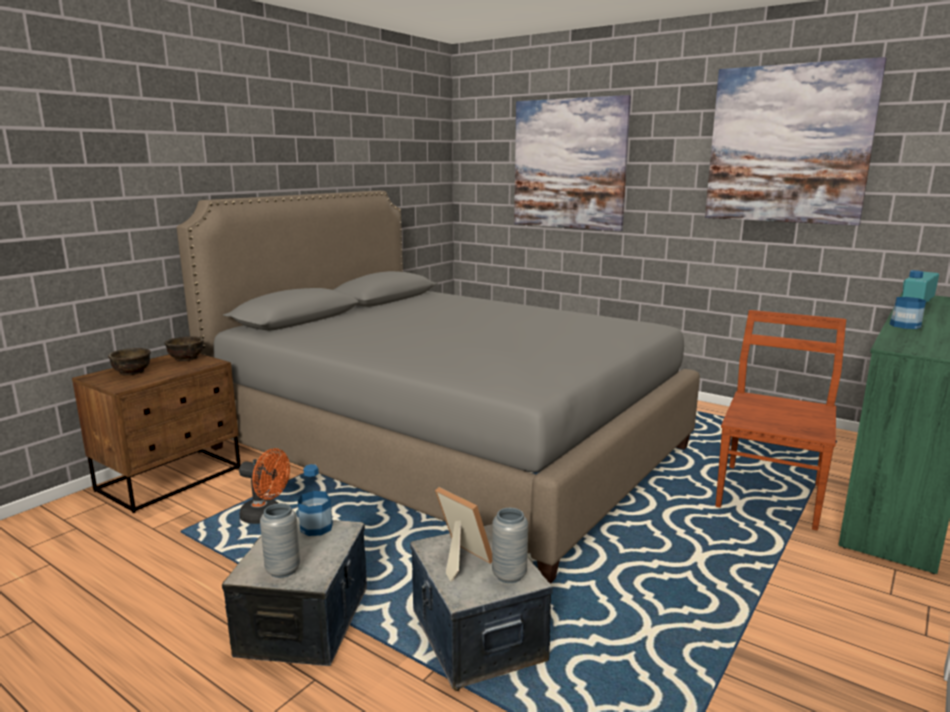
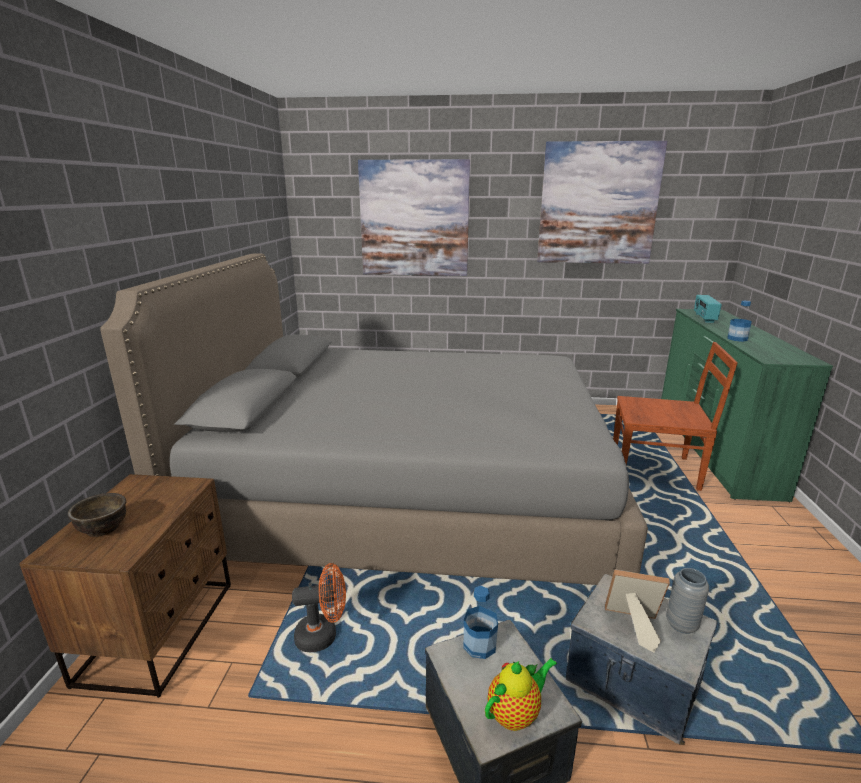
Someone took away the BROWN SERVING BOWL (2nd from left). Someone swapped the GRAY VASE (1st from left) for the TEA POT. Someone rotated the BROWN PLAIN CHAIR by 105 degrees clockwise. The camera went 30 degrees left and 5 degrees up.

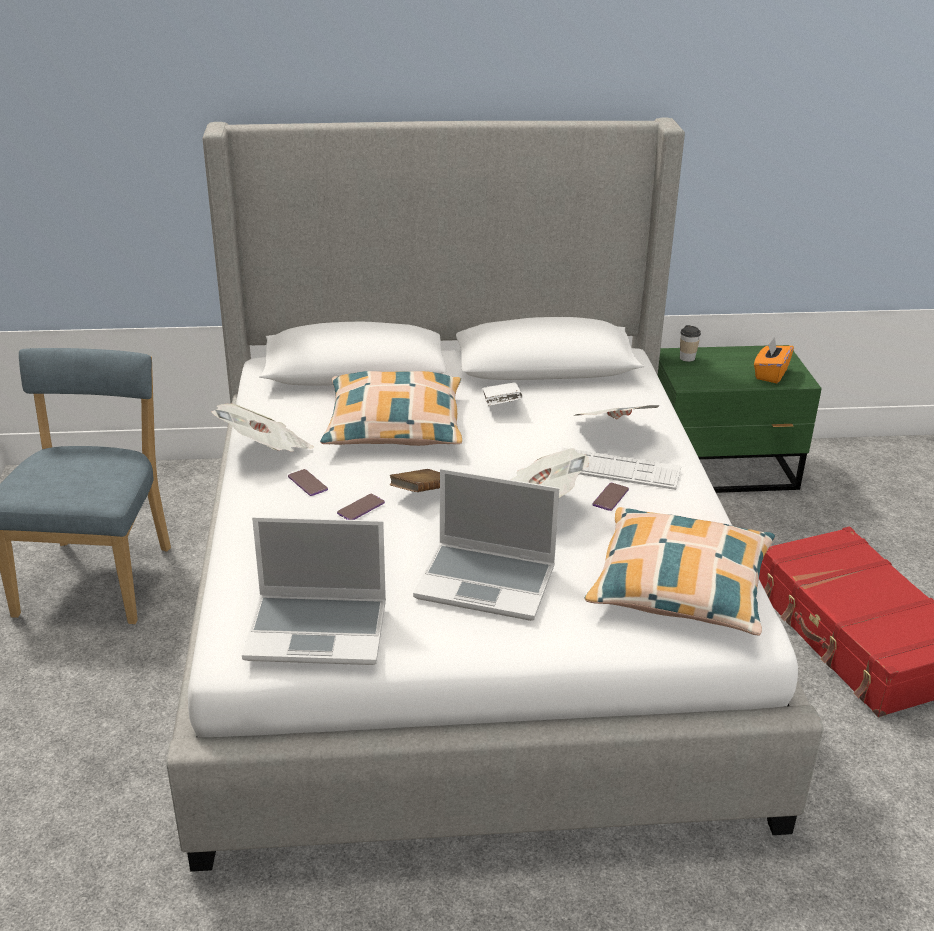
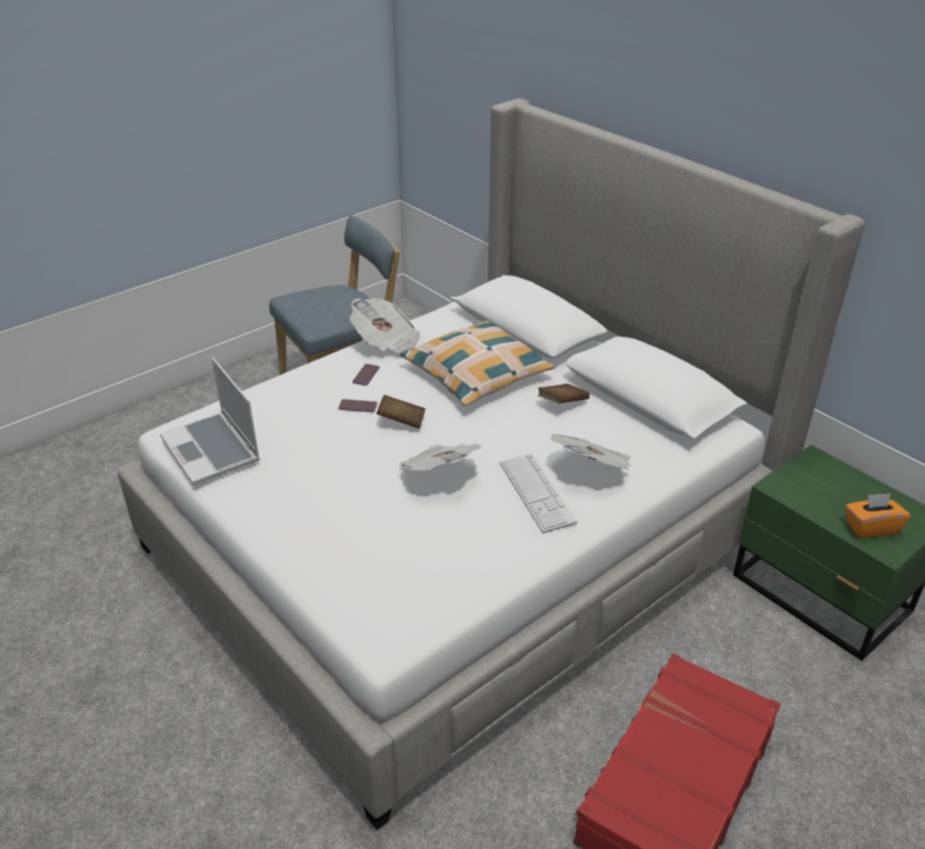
Someone took away the LAPTOP (2nd from left). Someone took away the CUSHION (2nd from left). Someone took away the HANDSET (3rd from left). Someone took away the DRINKING CUP. Someone repainted the WHITE-COLOURED BOOK, which became the BROWN BOOK (2nd from left). The camera went 55 degrees right and 5 degrees up.

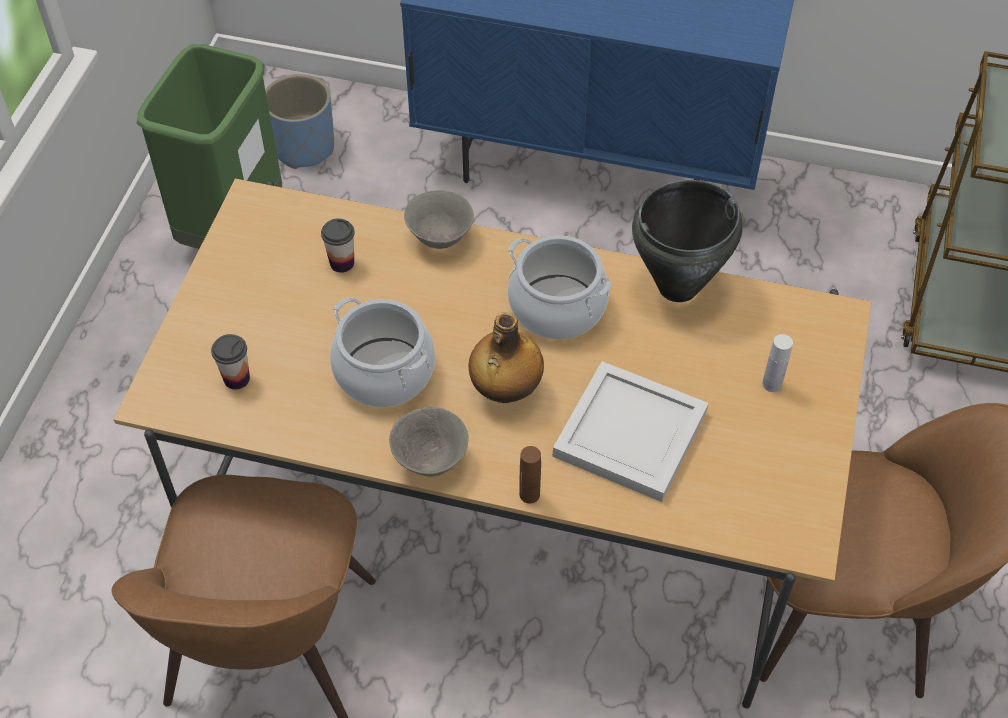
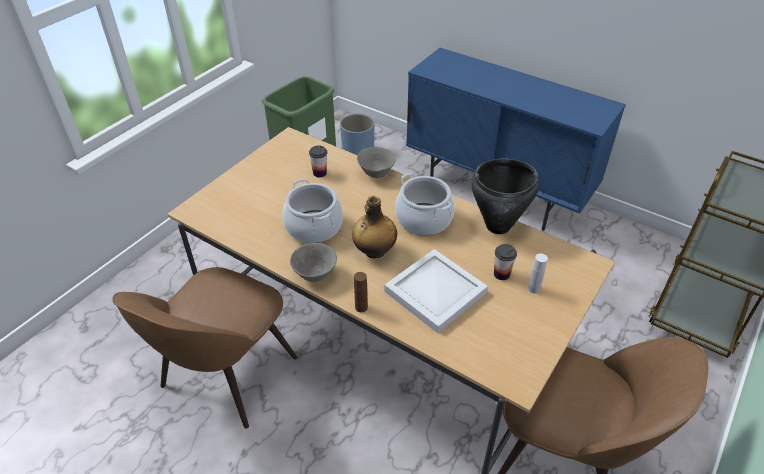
Someone carried the DRINKING CUP (1st from left in the first image). The camera went 20 degrees right and 10 degrees down.

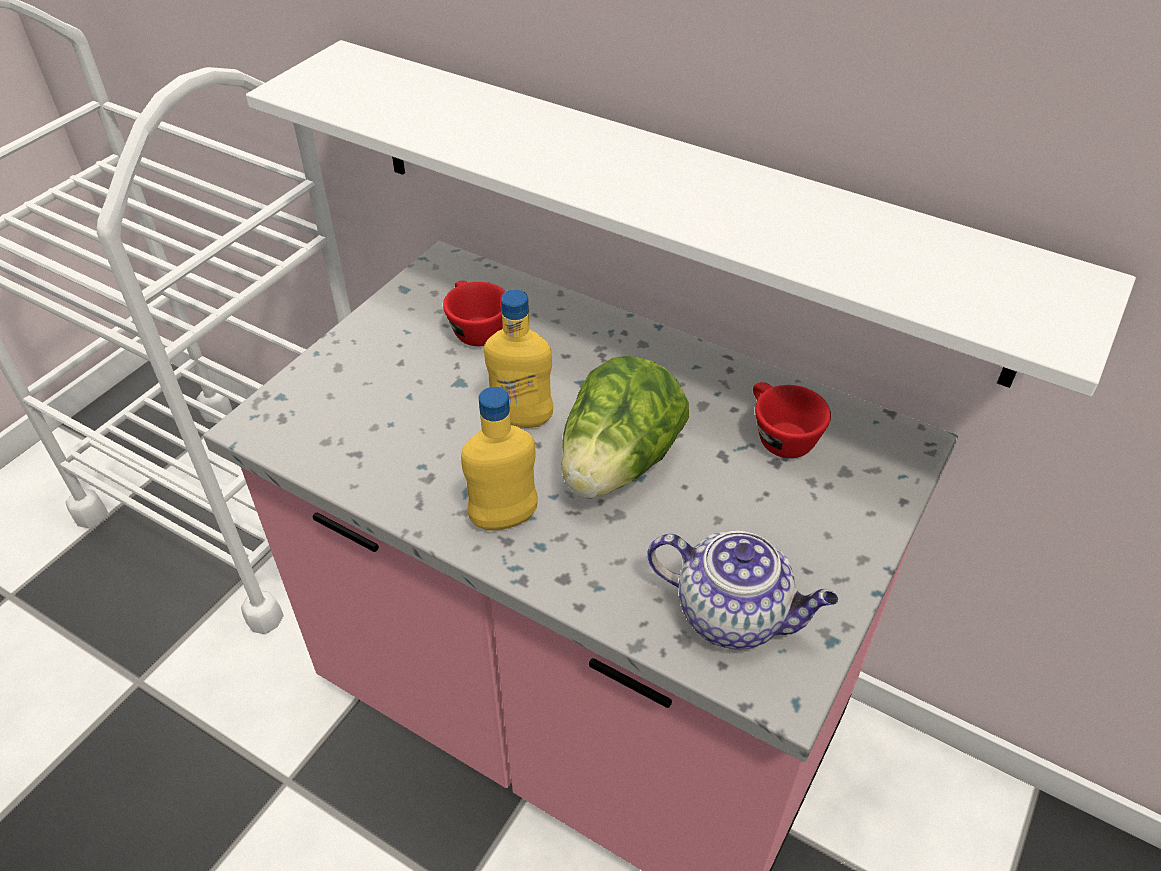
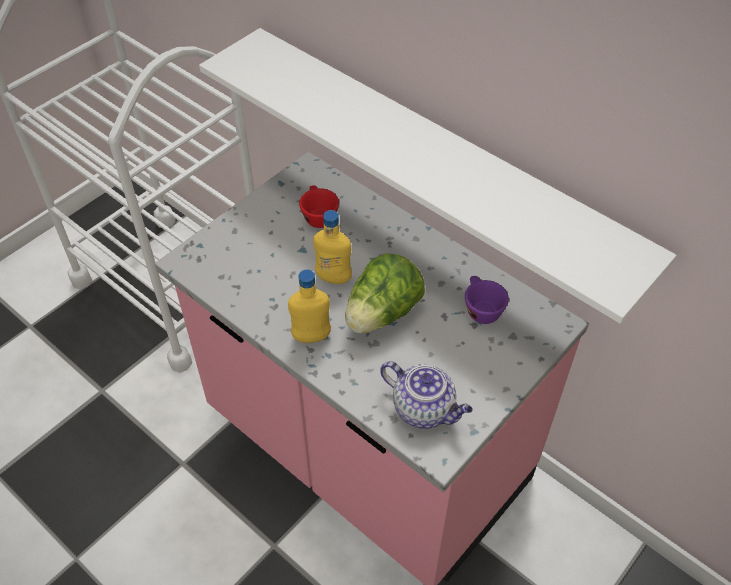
Someone repainted the RED-COLOURED DRINKING CUP (2nd from left), which became the PURPLE-COLOURED DRINKING CUP. The camera went 10 degrees right and 5 degrees up.

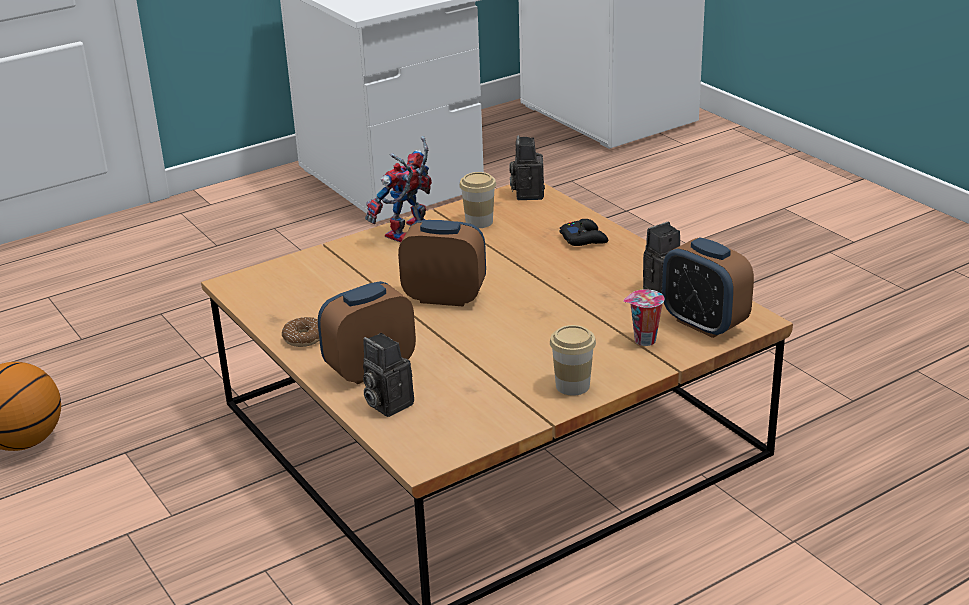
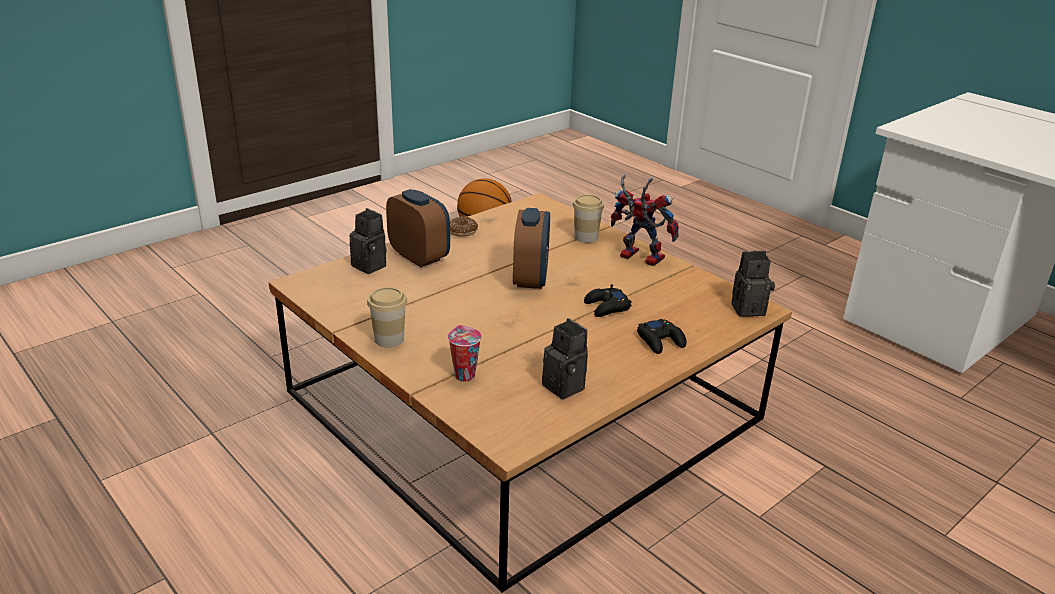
Someone took away the ALARM CLOCK (3rd from left). Someone put down the BLACK-COLOURED JOYPAD (1st from left). Someone carried the DRINKING CUP (1st from left in the first image). Someone rotated the PHOTO CAMERA (1st from left) by 90 degrees clockwise. The camera went 80 degrees right and 0 degrees up.

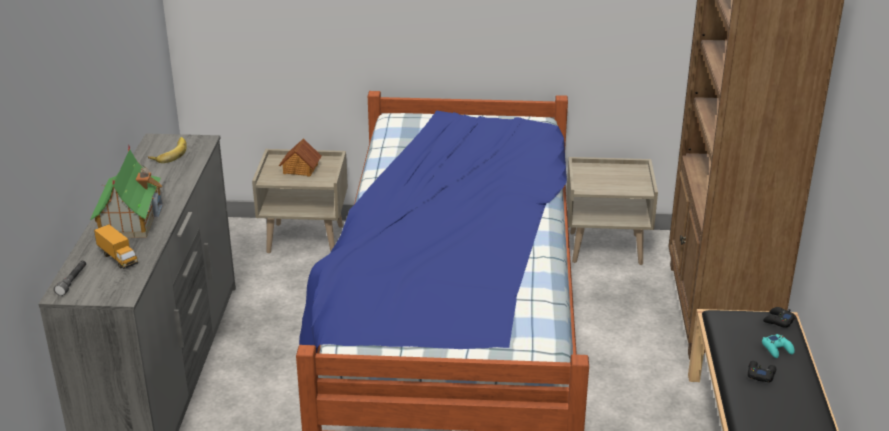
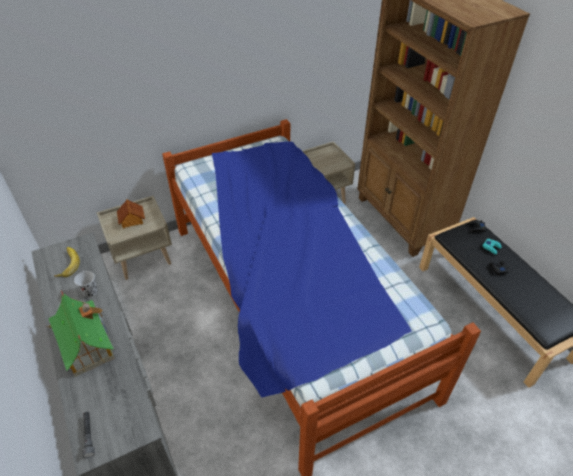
Someone took away the TOY TRUCK. Someone put down the BLACK-COLOURED DRINKING CUP. The camera went 30 degrees left and 15 degrees up.

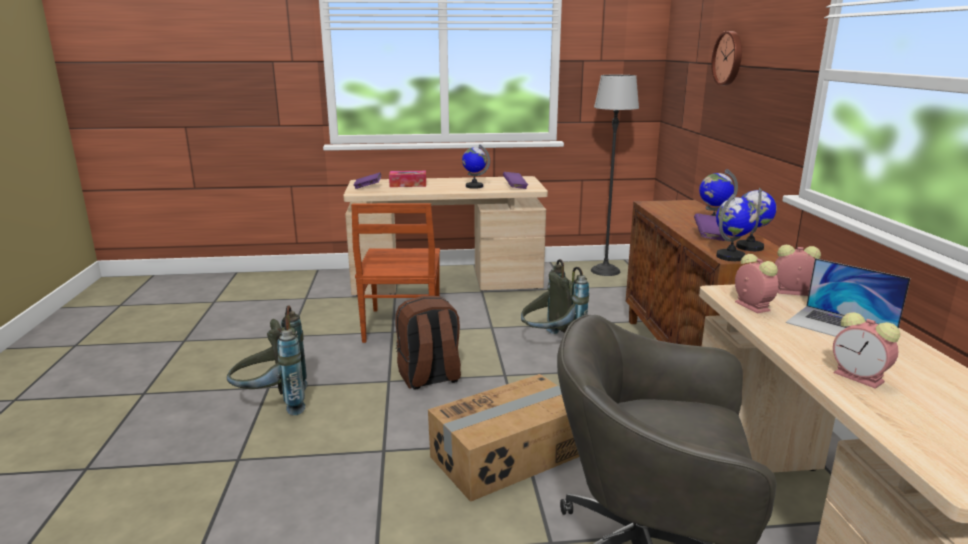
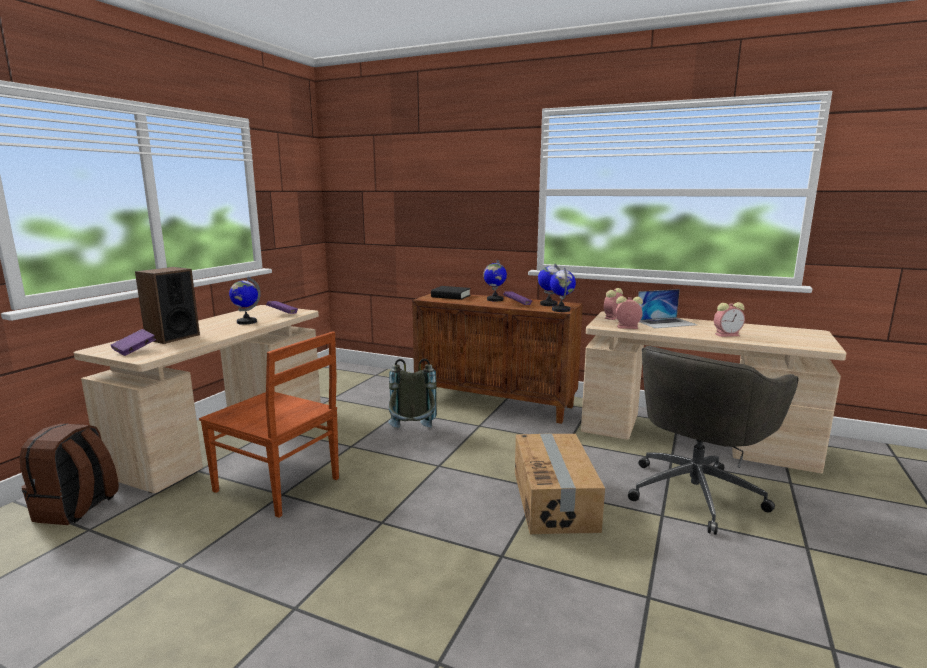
Someone took away the GRAY KNAPSACK (1st from left). Someone took away the STANDING LAMP. Someone took away the HANGING CLOCK. Someone put down the BLACK-COLOURED BOOK. Someone carried the BROWN KNAPSACK. Someone swapped the TISSUE HOLDER for the SPEAKER. The camera went 60 degrees left and 5 degrees down.

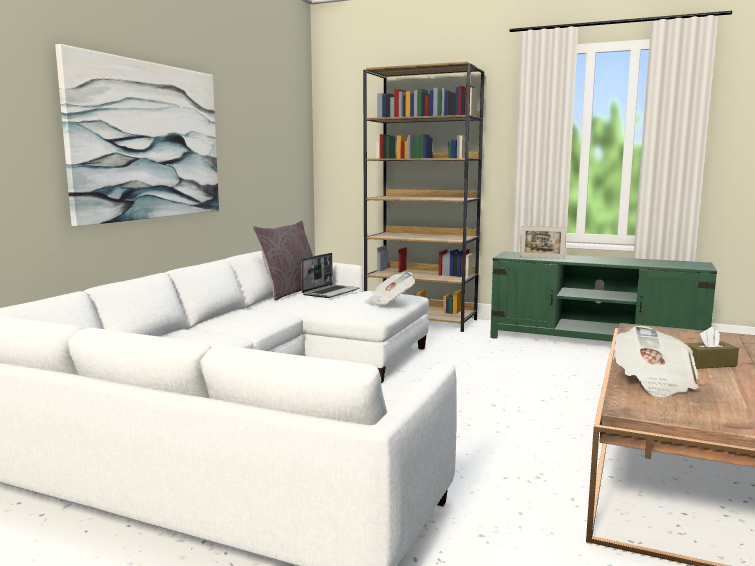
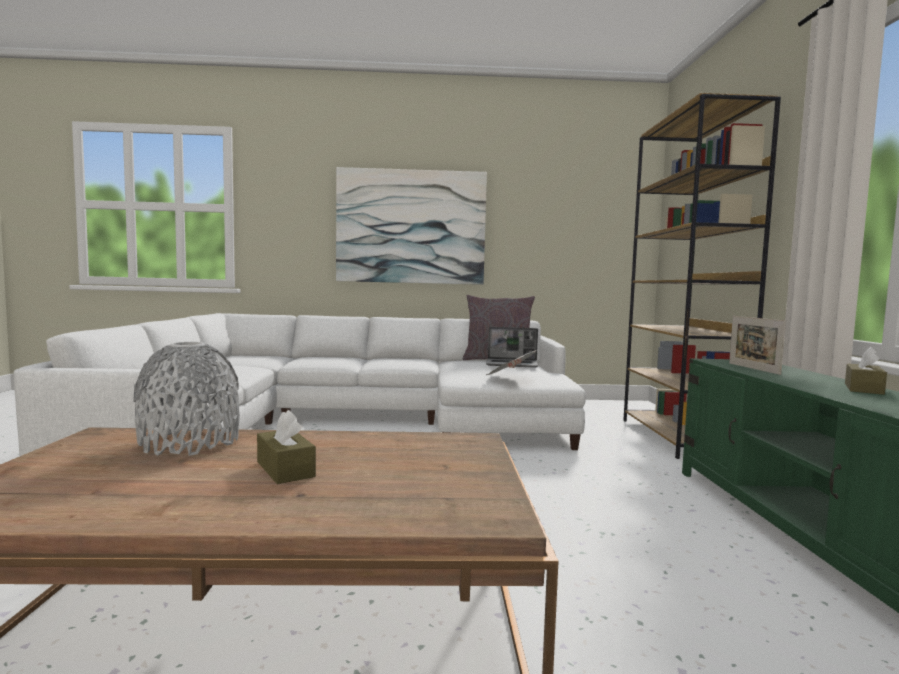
Someone put down the BROWN TISSUE HOLDER (2nd from left). Someone swapped the NEWSPAPER (2nd from left) for the GRAY VASE. The camera went 65 degrees right and 5 degrees down.

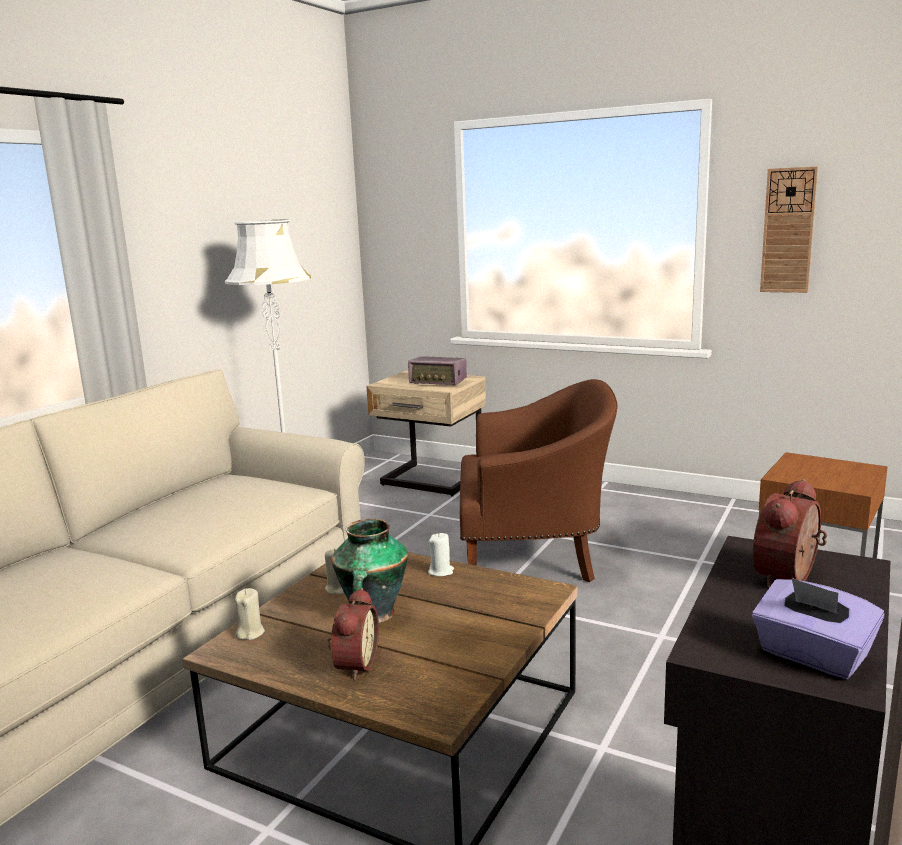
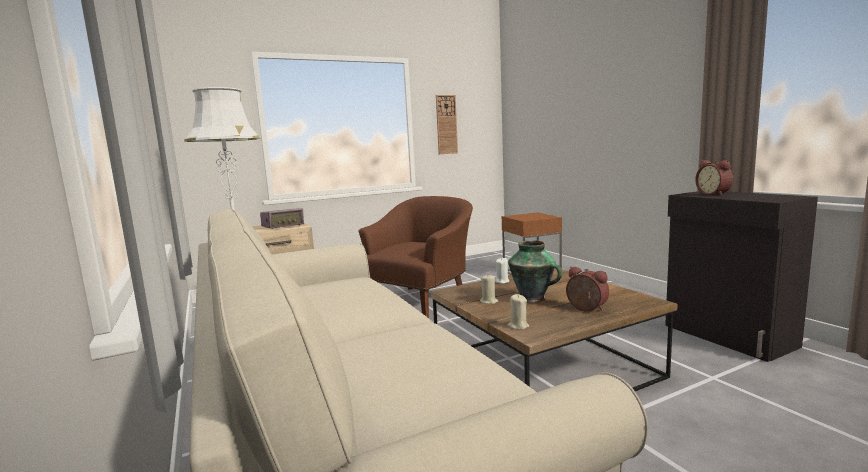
Someone took away the PURPLE-COLOURED TISSUE HOLDER. The camera went 55 degrees left and 5 degrees down.

